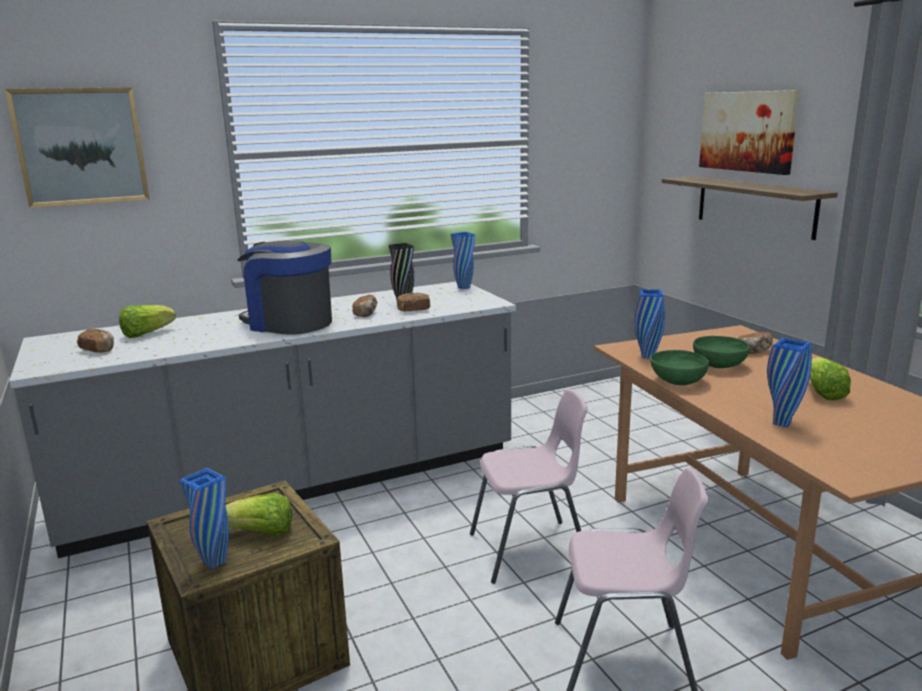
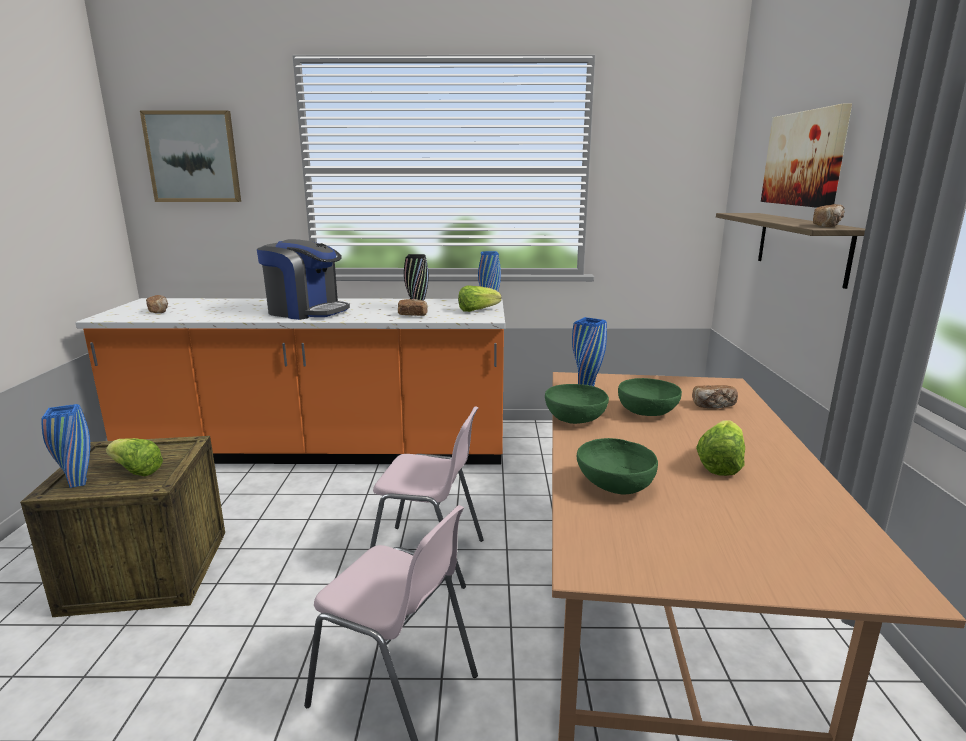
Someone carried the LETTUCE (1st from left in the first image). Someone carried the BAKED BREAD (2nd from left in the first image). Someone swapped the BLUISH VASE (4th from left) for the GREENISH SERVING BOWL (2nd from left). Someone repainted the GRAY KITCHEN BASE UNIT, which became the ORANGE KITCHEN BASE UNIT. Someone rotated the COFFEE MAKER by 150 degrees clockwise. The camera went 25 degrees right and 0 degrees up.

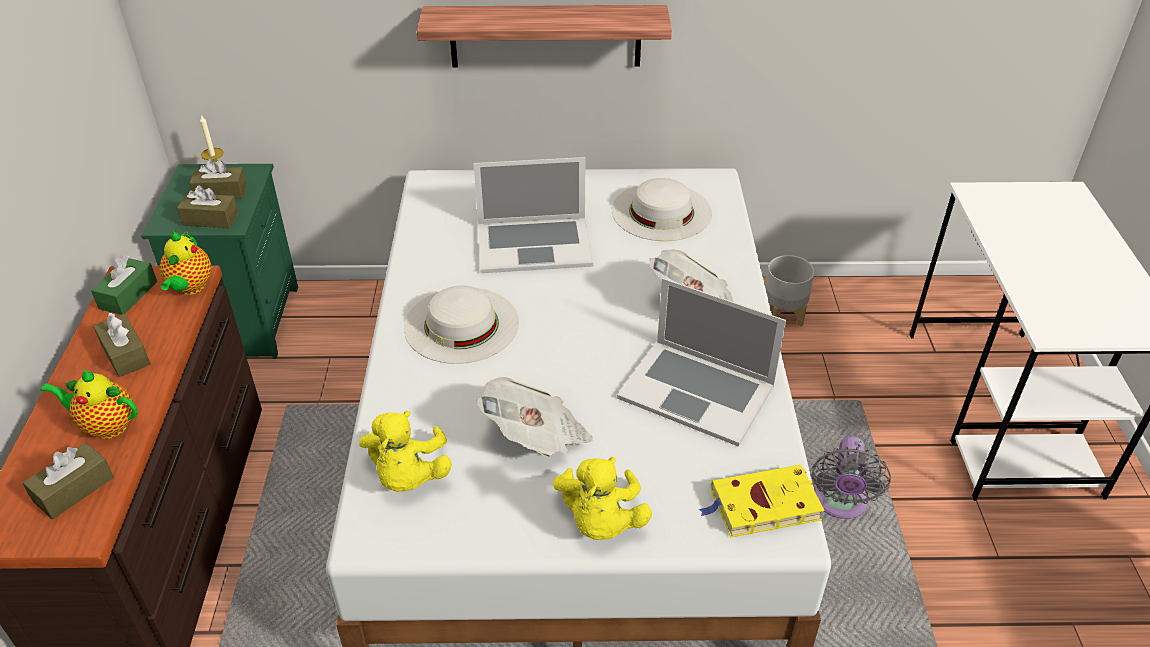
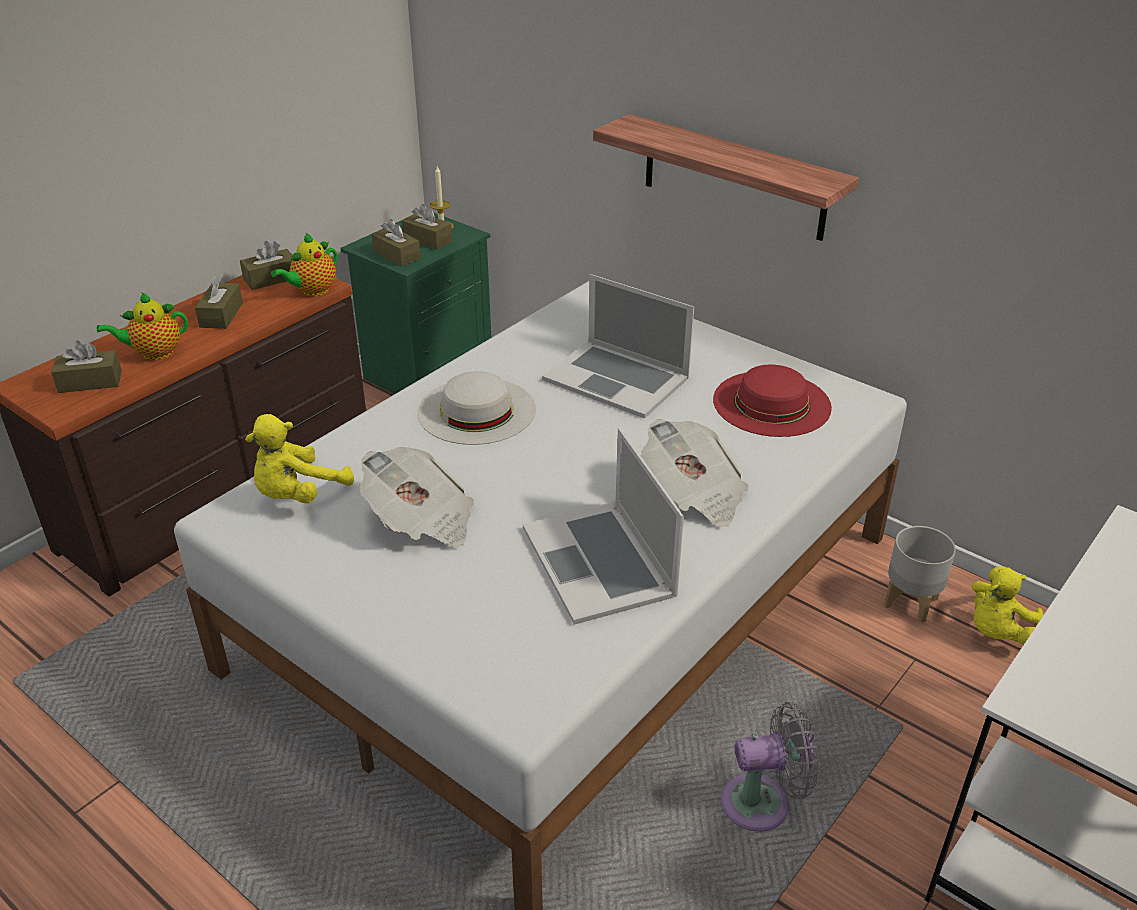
Someone took away the YELLOW-COLOURED BOOK. Someone carried the YELLOW-COLOURED SOFT TOY (2nd from left). Someone repainted the GREENISH TISSUE HOLDER, which became the BROWN TISSUE HOLDER (3rd from left). Someone repainted the WHITE-COLOURED HAT (2nd from left), which became the RED-COLOURED HAT. Someone rotated the TEA POT (1st from left) by 75 degrees counterclockwise. Someone rotated the GRAY ELECTRIC FAN by 150 degrees counterclockwise. The camera went 40 degrees right and 5 degrees down.

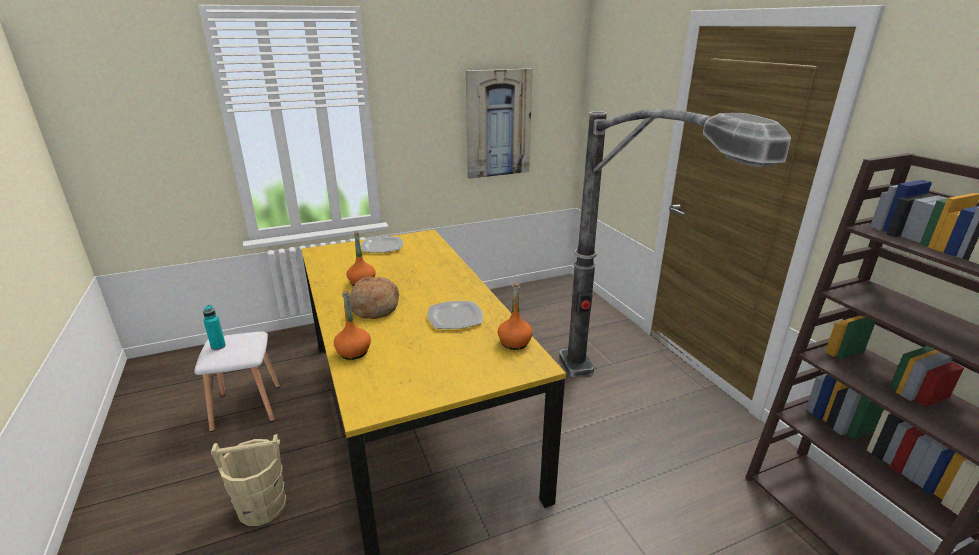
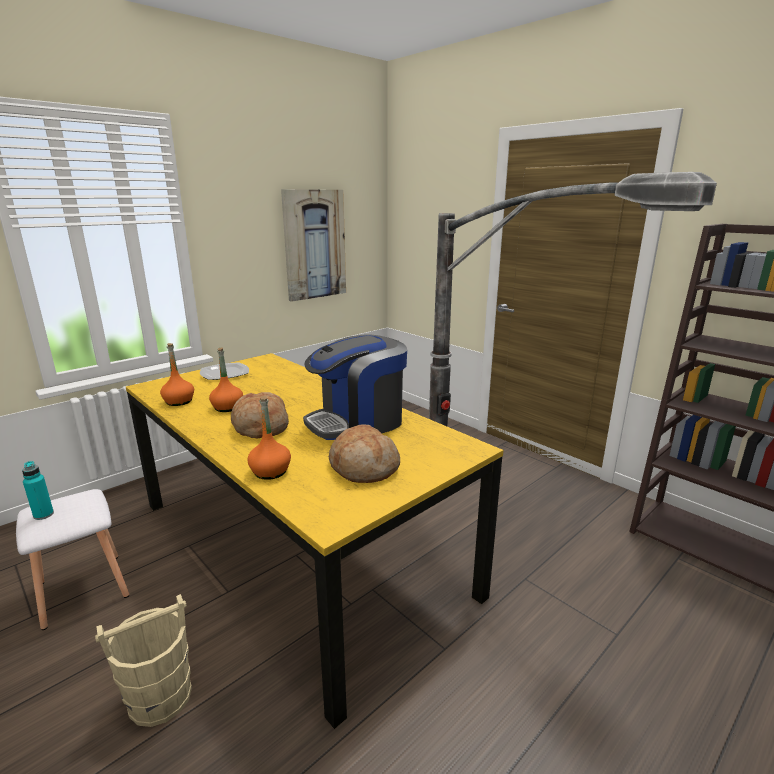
Someone put down the BAKED BREAD (2nd from left). Someone carried the ORANGE BOTTLE (3rd from left in the first image). Someone swapped the FLAT DISH (2nd from left) for the COFFEE MAKER. The camera went 20 degrees left and 5 degrees down.

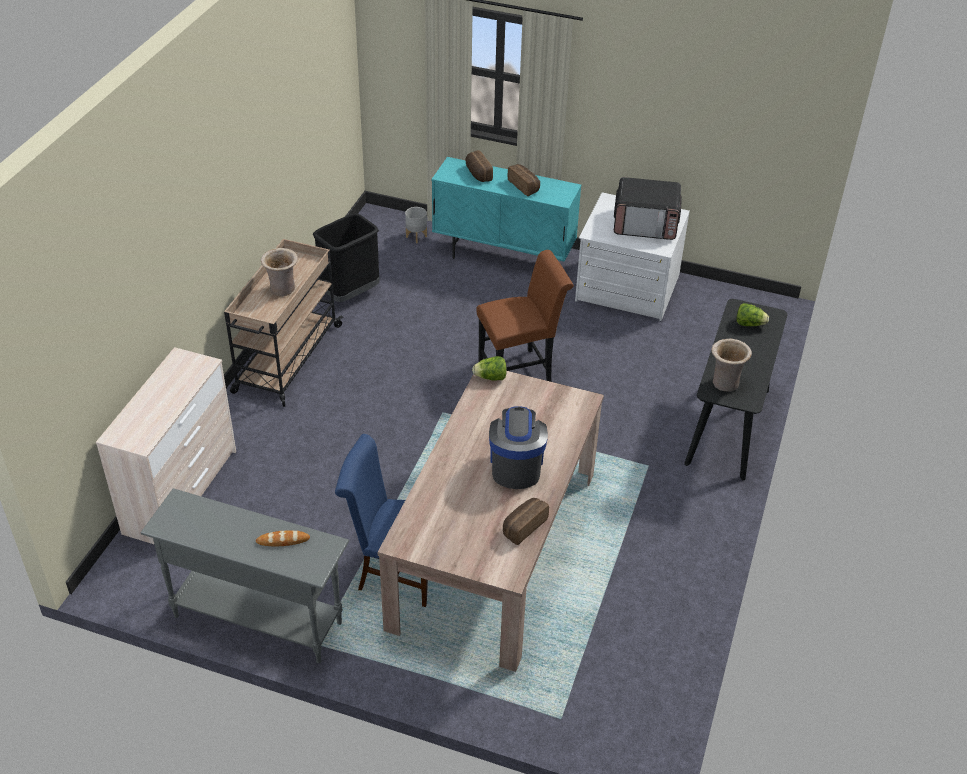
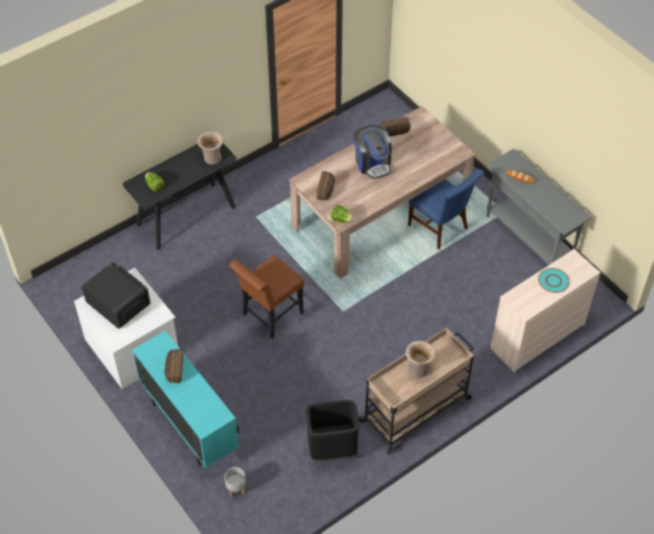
Someone put down the BLUE-GREEN FLAT DISH. Someone carried the BAKED BREAD (2nd from left). Someone rotated the BROWN PLAIN CHAIR by 60 degrees counterclockwise. Someone rotated the COFFEE MAKER by 60 degrees counterclockwise. The camera went 145 degrees left and 10 degrees up.

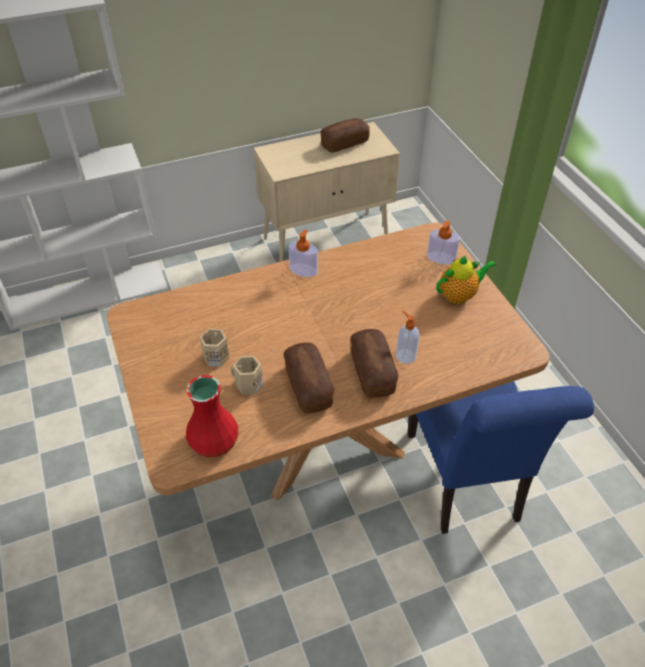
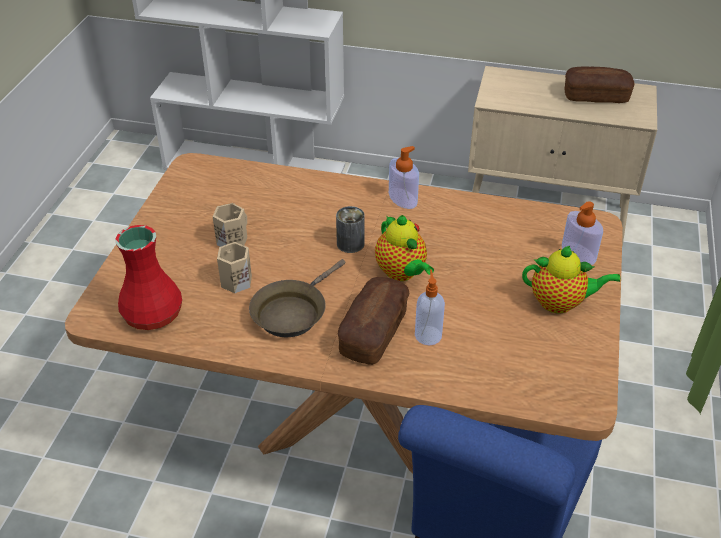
Someone put down the CAN. Someone put down the TEA POT (1st from left). Someone swapped the BAKED BREAD (1st from left) for the BROWN FRYING PAN. The camera went 35 degrees right and 5 degrees down.

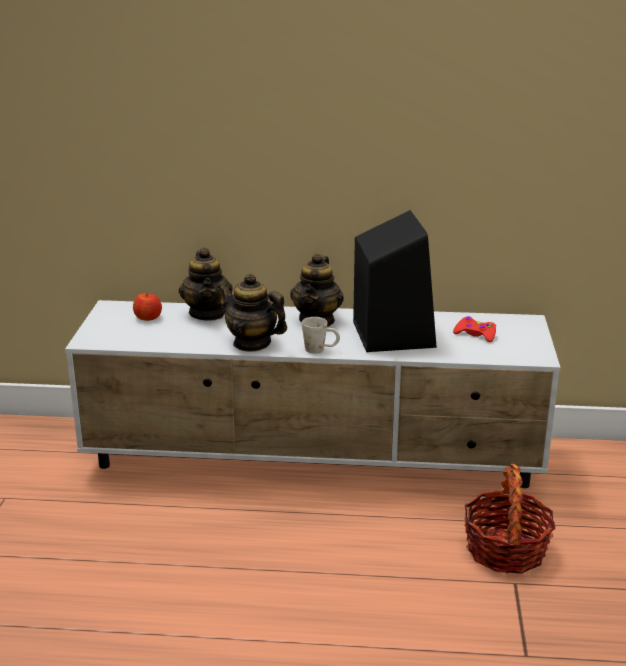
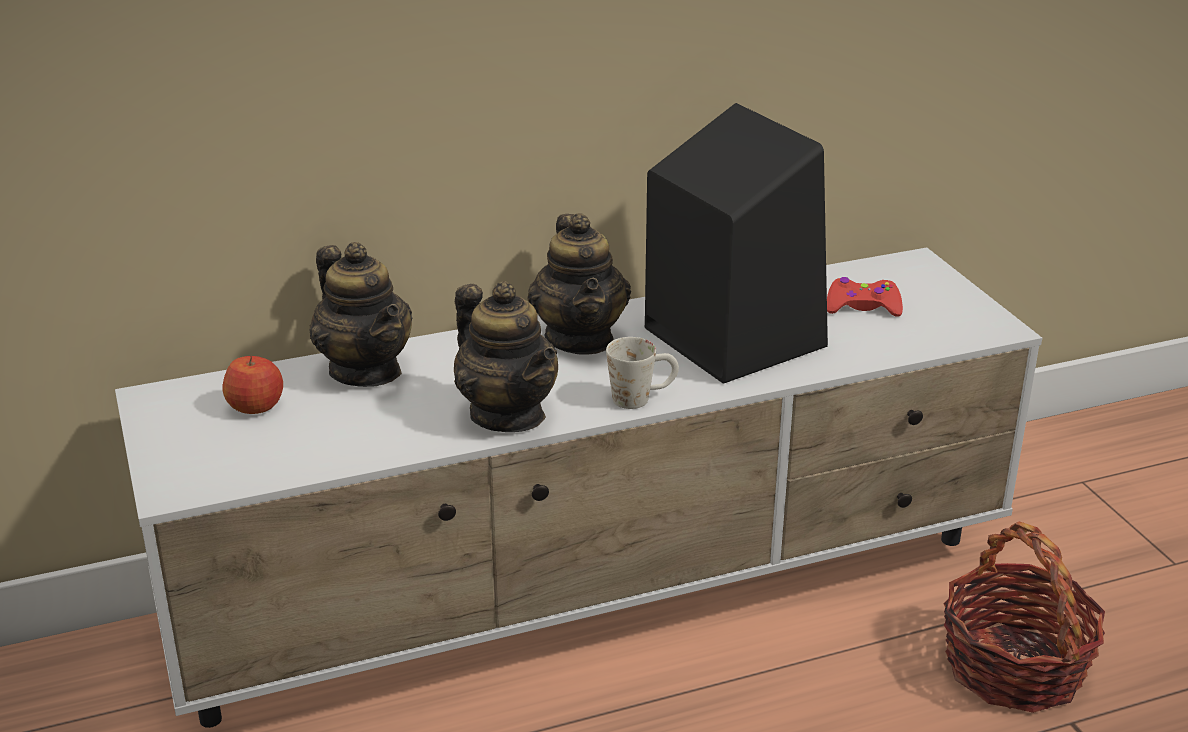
Someone rotated the TEA POT (2nd from left) by 135 degrees counterclockwise. The camera went 25 degrees left and 5 degrees up.

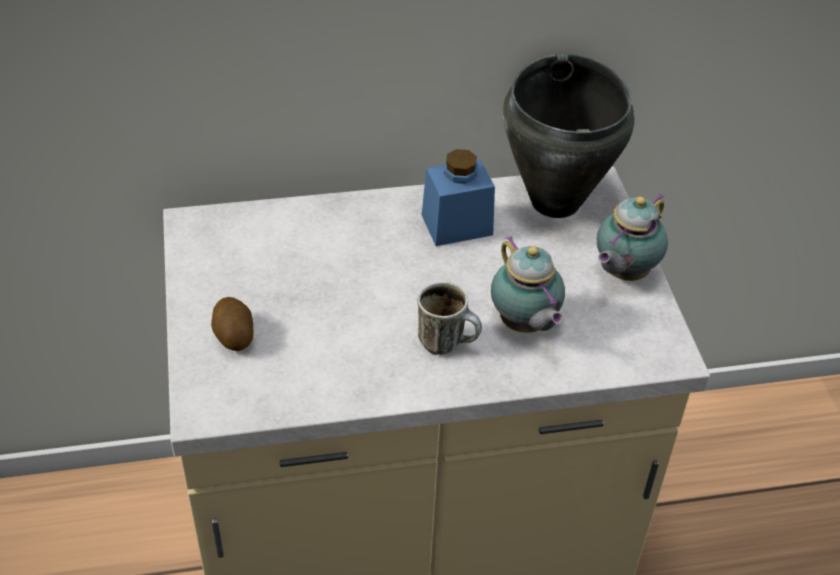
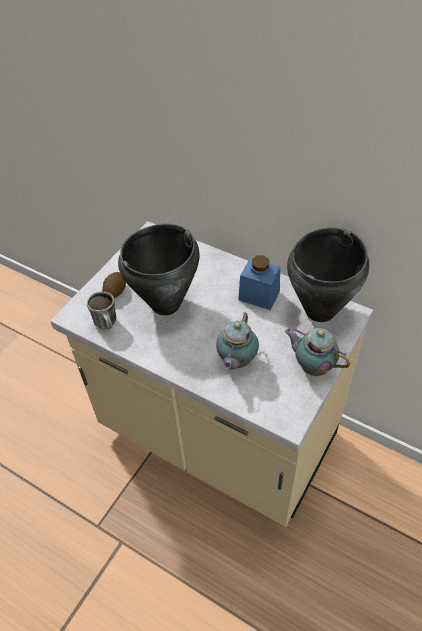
Someone put down the BLACK-COLOURED COOKING POT (1st from left). Someone carried the MUG. Someone rotated the TEA POT (2nd from left) by 45 degrees clockwise. The camera went 45 degrees right and 5 degrees up.

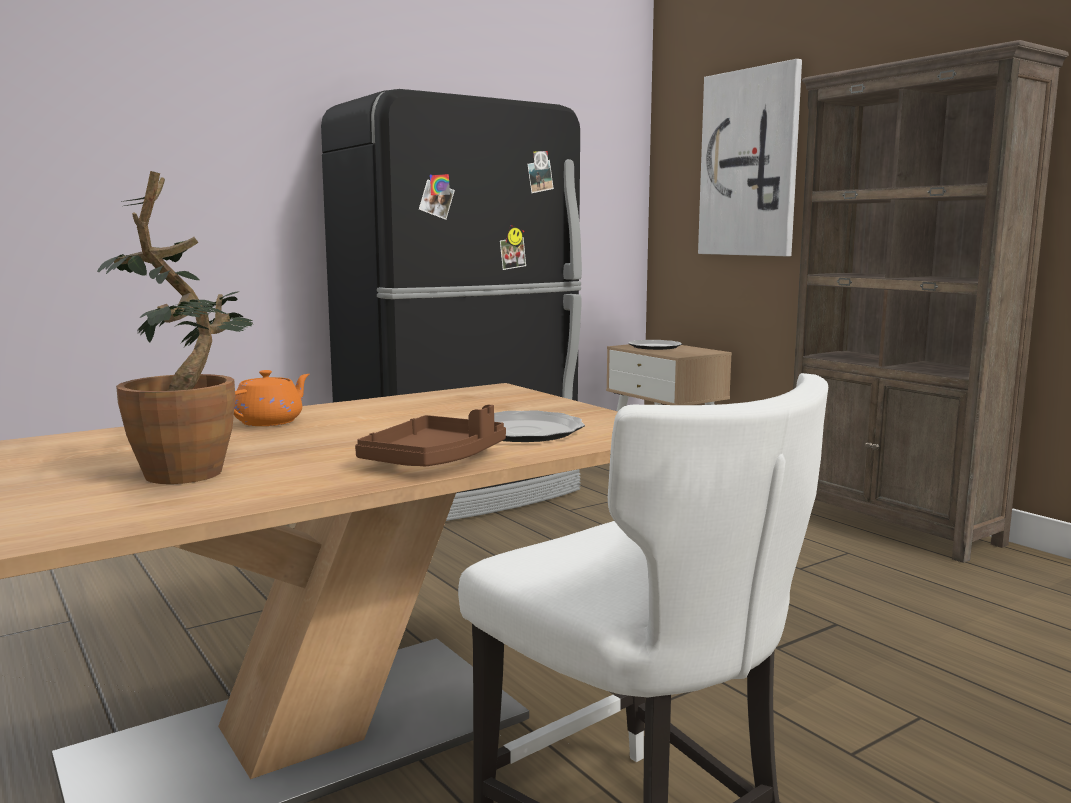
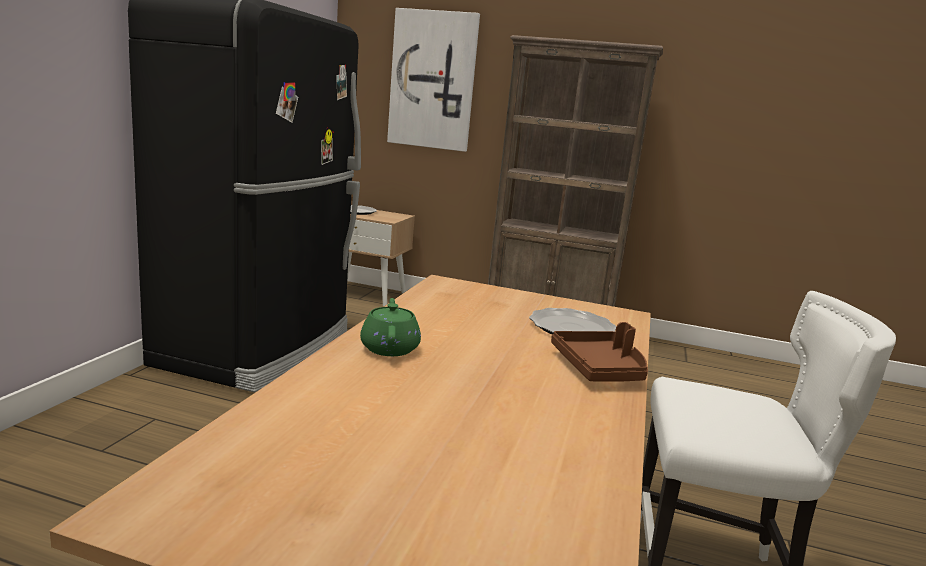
Someone took away the POTTED PLANT. Someone repainted the ORANGE TEA POT, which became the GREENISH TEA POT. The camera went 40 degrees left and 5 degrees up.

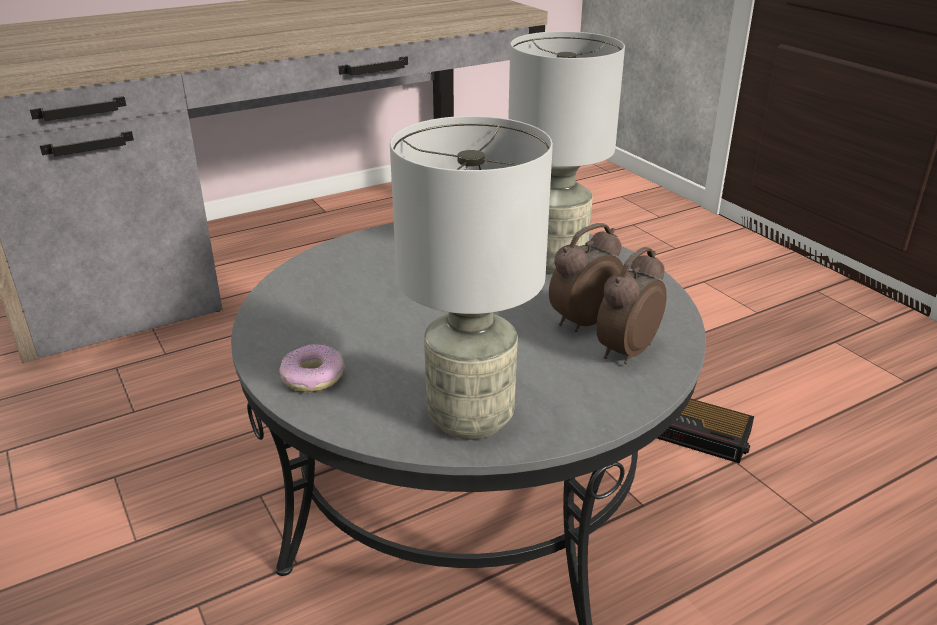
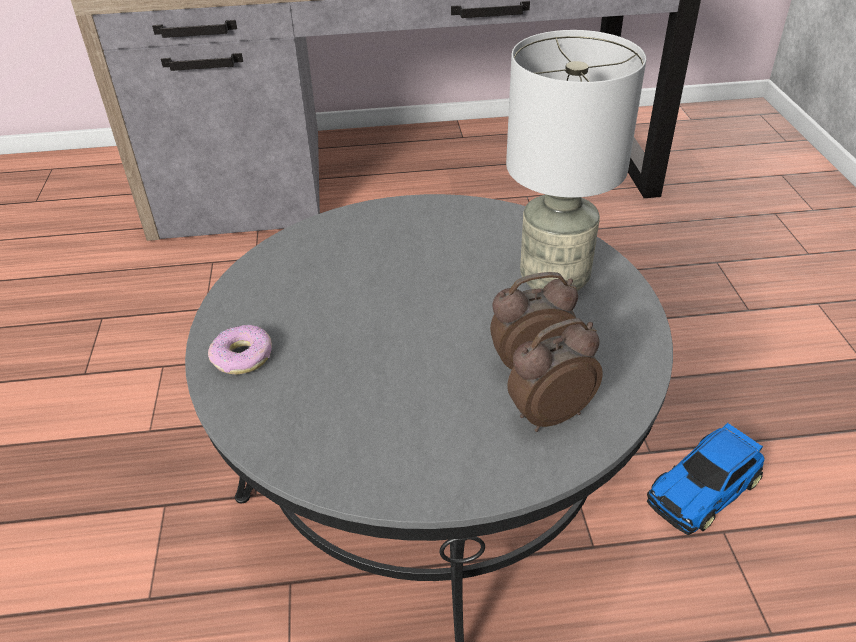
Someone took away the GRAY LAMP FOR A TABLE (1st from left). Someone swapped the ALARM CLOCK (3rd from left) for the MINIATURE CAR. The camera went 25 degrees right and 10 degrees up.

